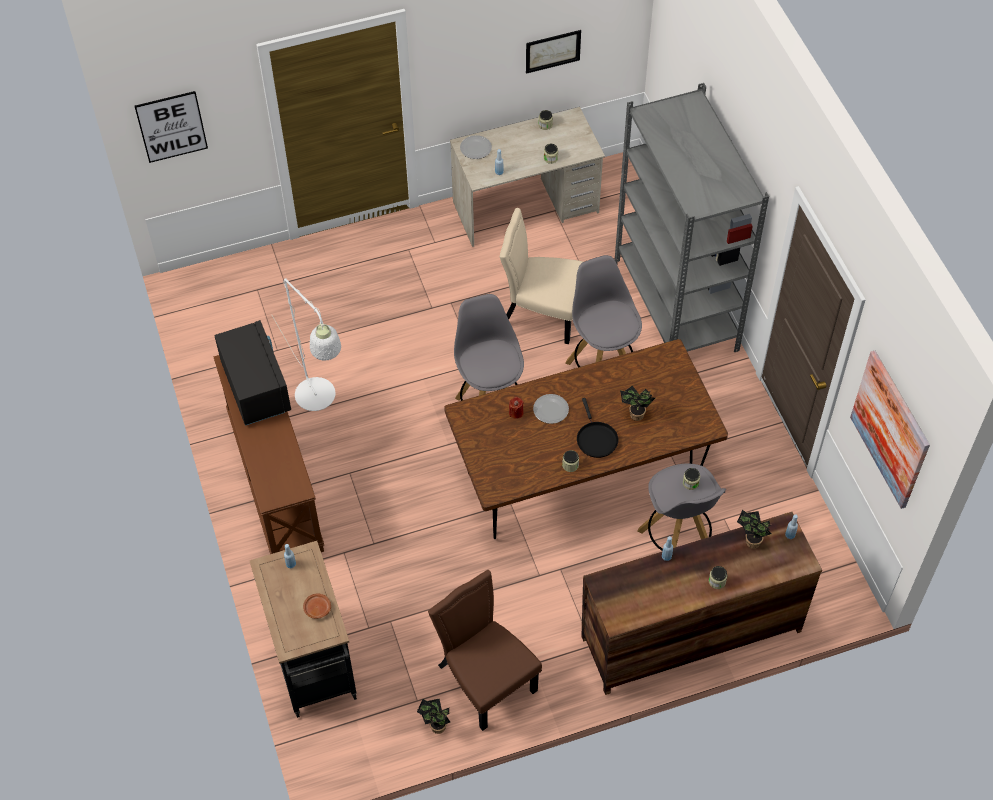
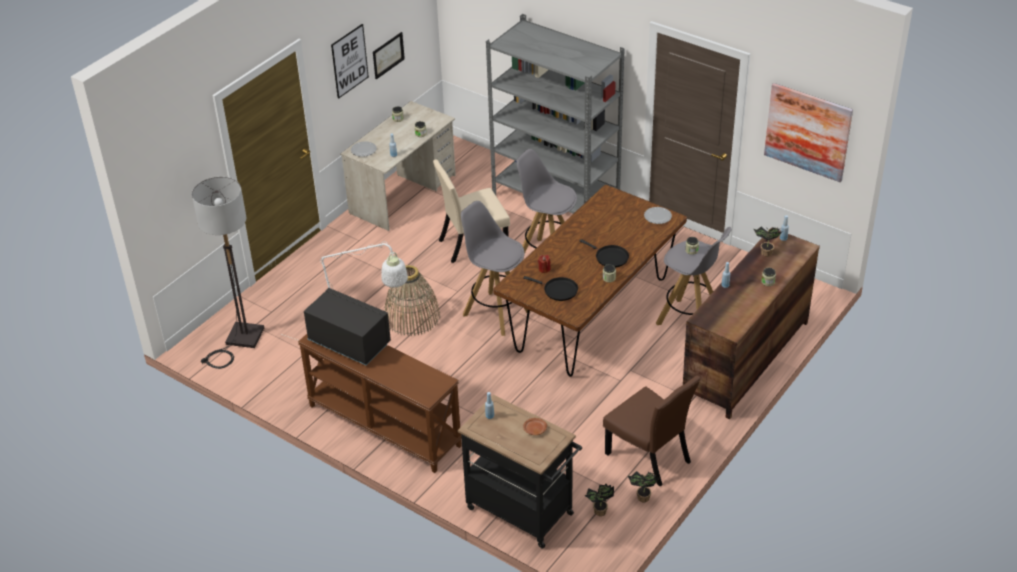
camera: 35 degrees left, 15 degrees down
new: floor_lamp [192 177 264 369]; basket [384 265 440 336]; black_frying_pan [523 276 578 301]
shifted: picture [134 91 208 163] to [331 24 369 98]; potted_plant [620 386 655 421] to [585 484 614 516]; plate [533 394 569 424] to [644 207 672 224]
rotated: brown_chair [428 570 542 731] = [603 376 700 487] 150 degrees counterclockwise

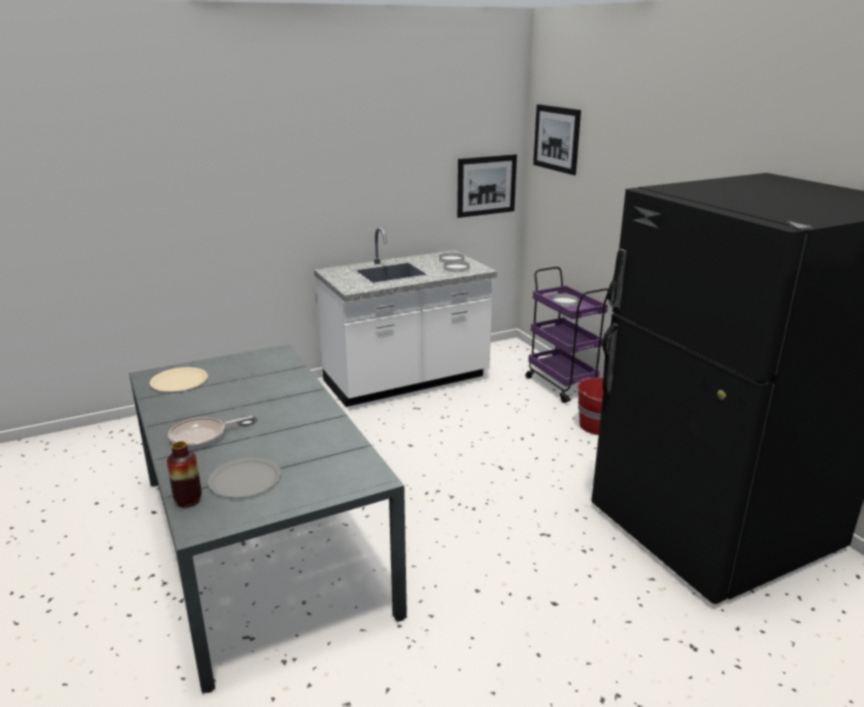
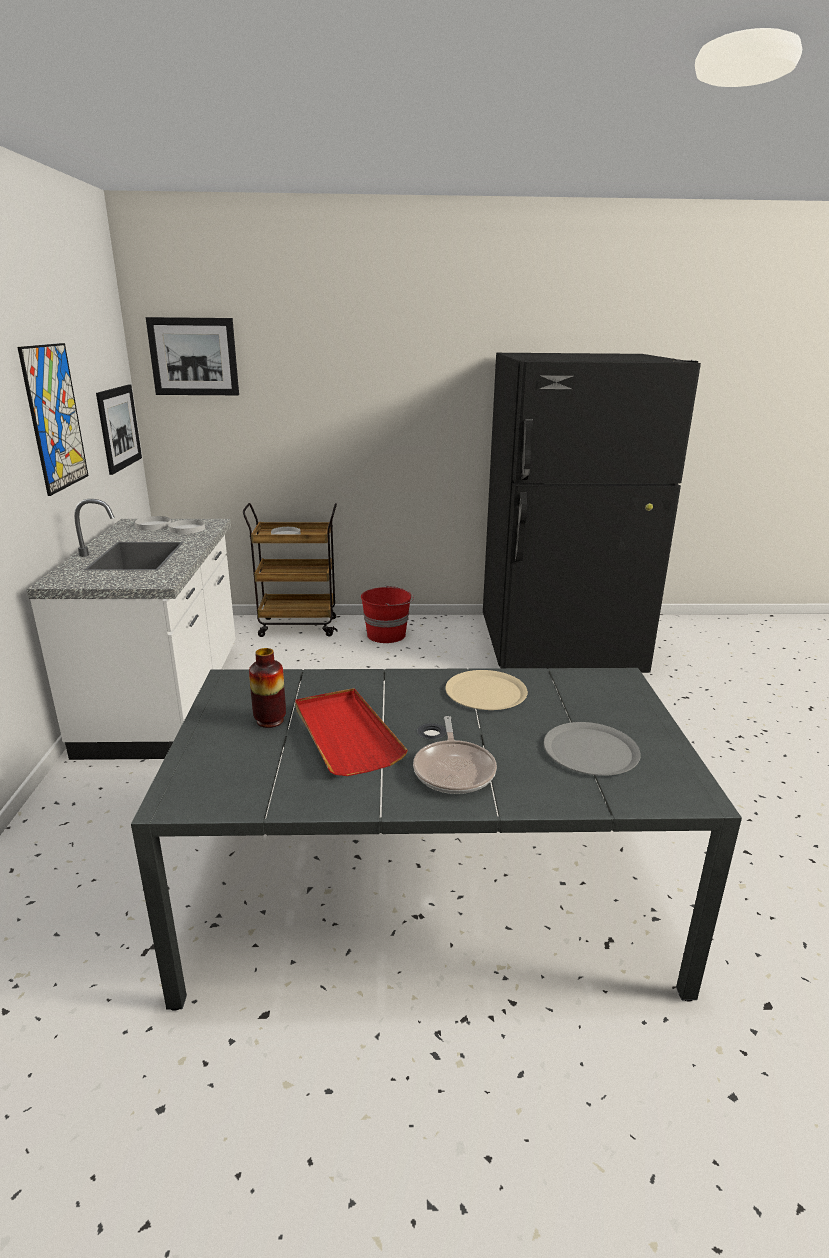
camera: 65 degrees left, 0 degrees up
new: picture [17 343 88 496]; red_tray [295 688 408 776]
shifted: vase [167 441 202 508] to [249 648 286 728]; beige_plate [150 367 208 392] to [445 670 528 710]
repainted: purple_cart [525 267 608 403] to brown_cart [243 503 337 637]

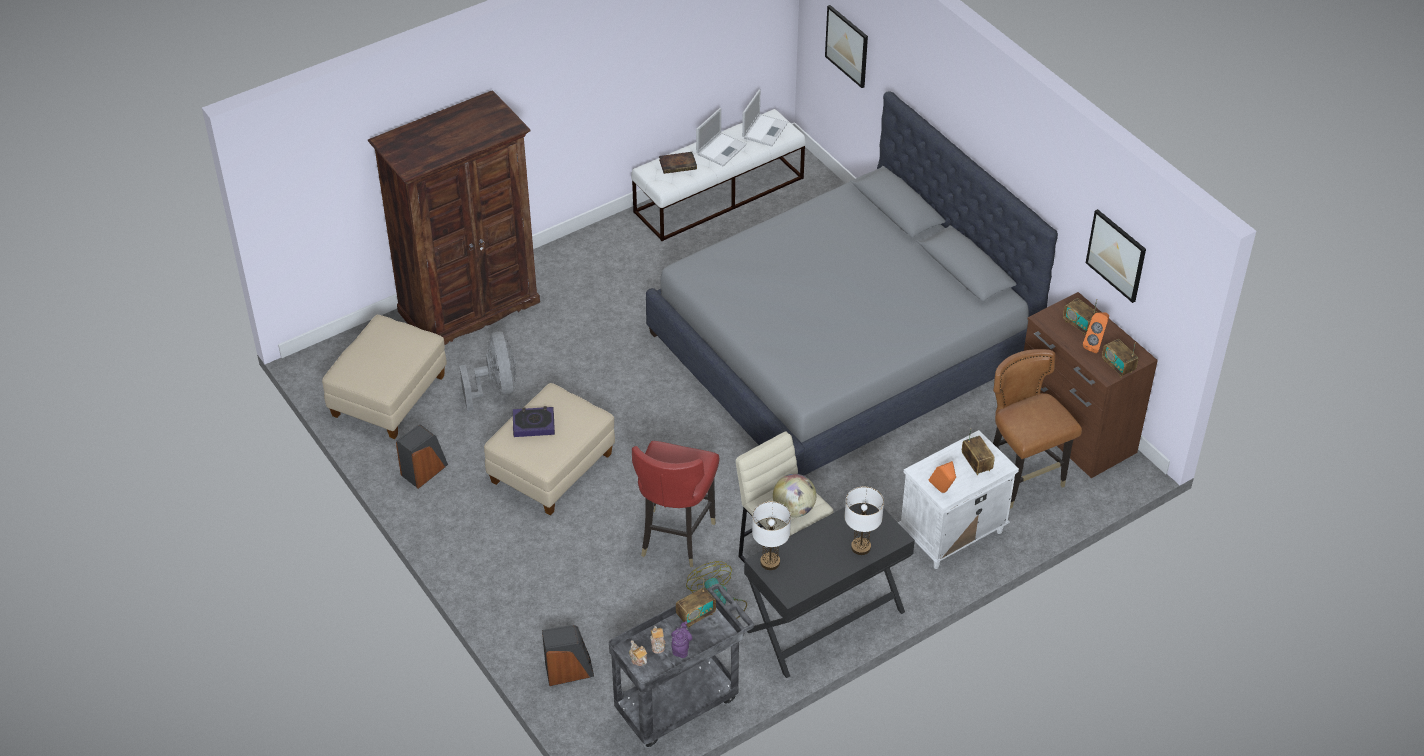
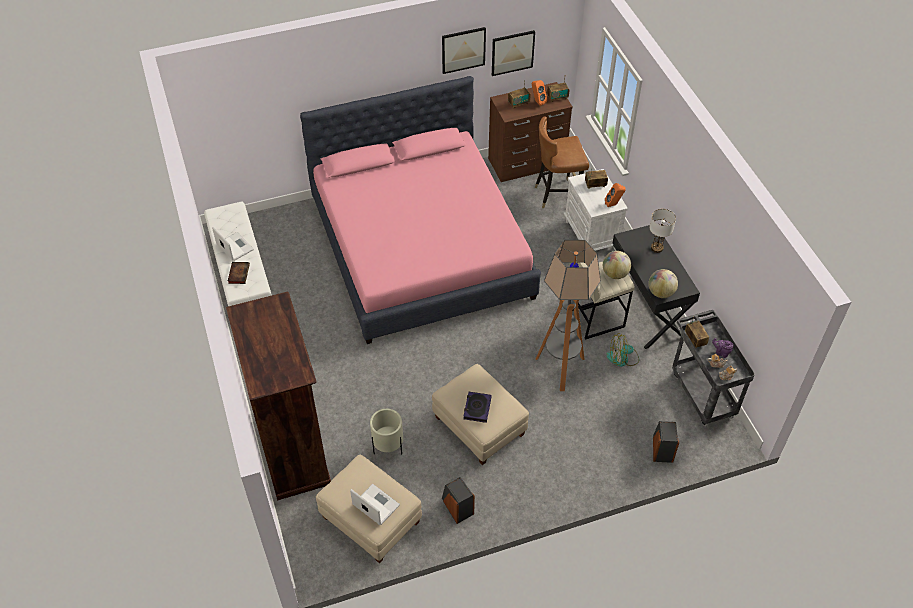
camera: 75 degrees left, 5 degrees up
shifted: laptop [742 90 788 146] to [350 484 400 525]; picture [825 5 868 88] to [442 27 486 74]
swapped: grey_fan [459 331 516 412] to beige_planter [370 409 403 455]; red_chair [632 441 719 567] to floor_lamp [536 240 601 391]; table_lamp [752 501 791 570] to globe [648 269 678 298]
repainted: grey_bed [646 91 1058 476] to pink_bed [300 76 541 344]

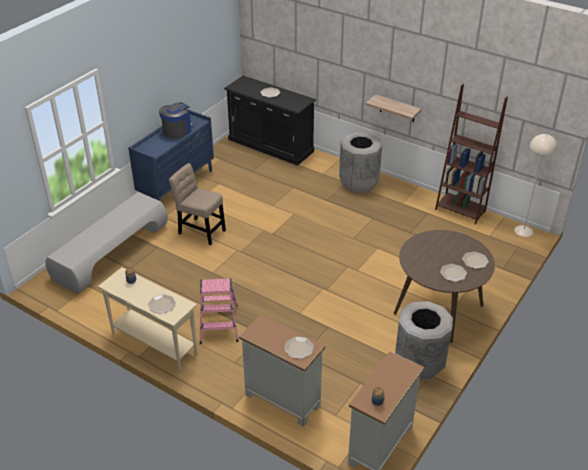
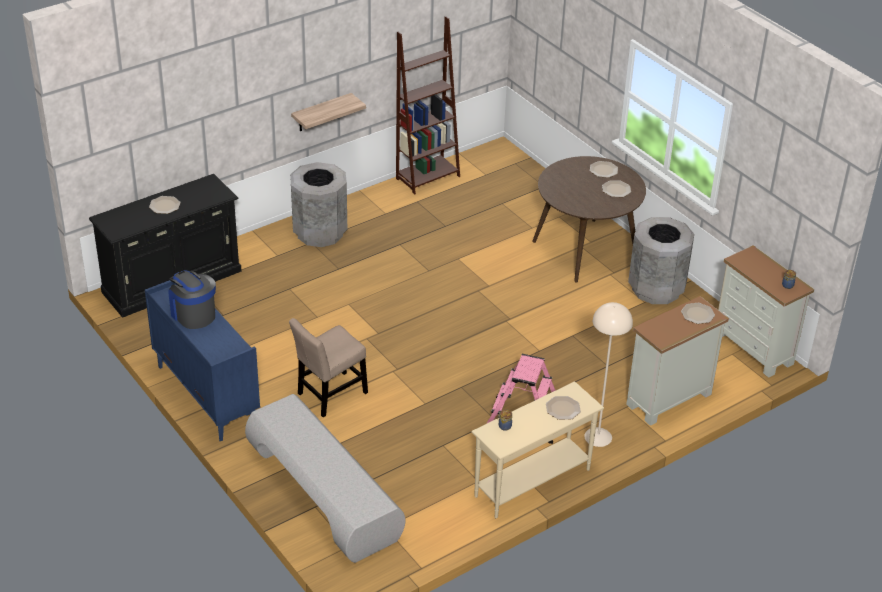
camera: 70 degrees left, 0 degrees up
shifted: beige_floor_lamp [514 134 558 237] to [584 302 633 447]

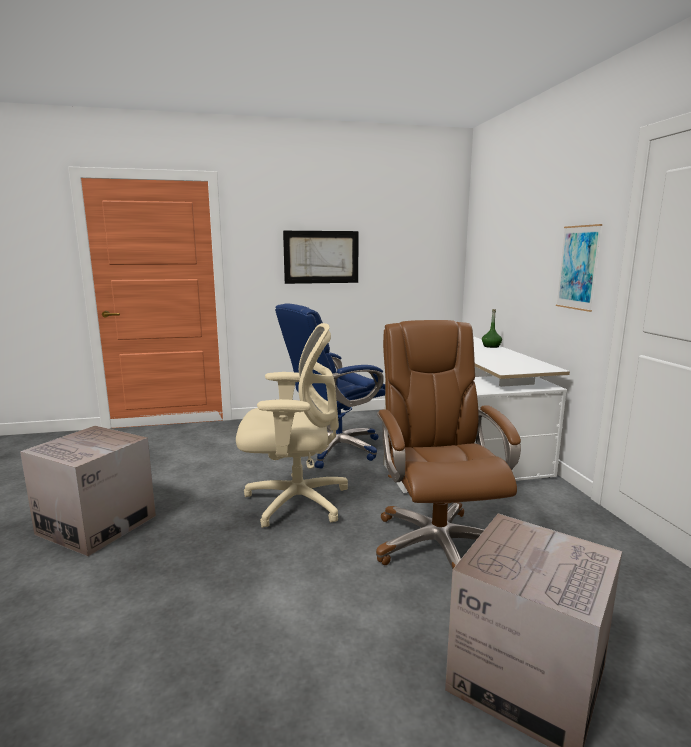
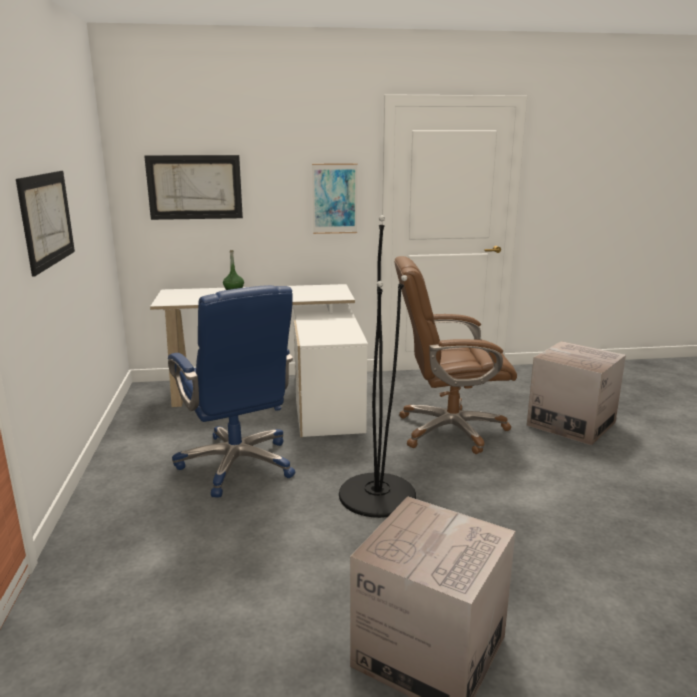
camera: 85 degrees left, 5 degrees up
new: picture [144 155 243 220]
swapped: beige_office_chair [236 323 348 528] to black_floor_lamp [339 215 416 518]

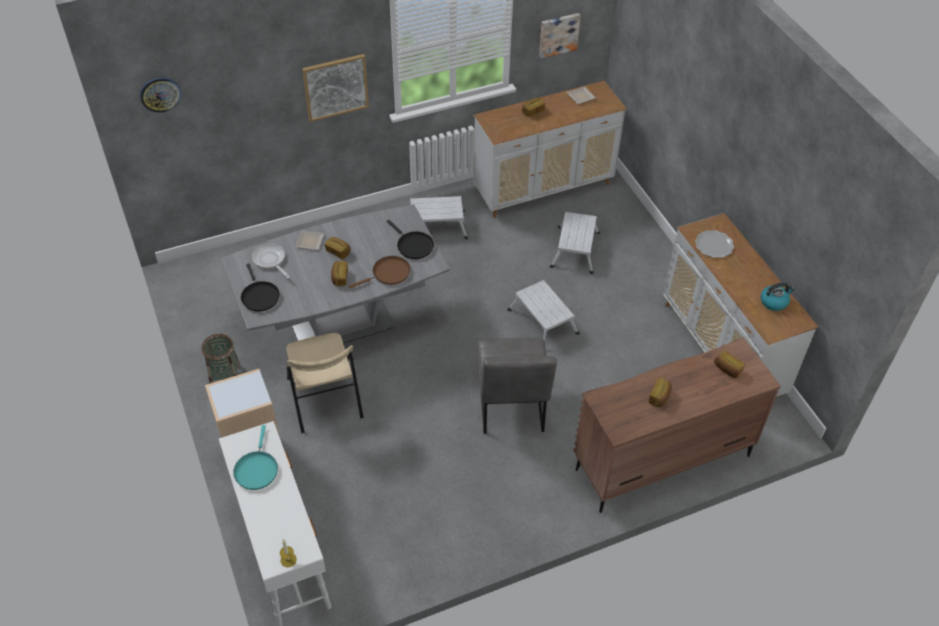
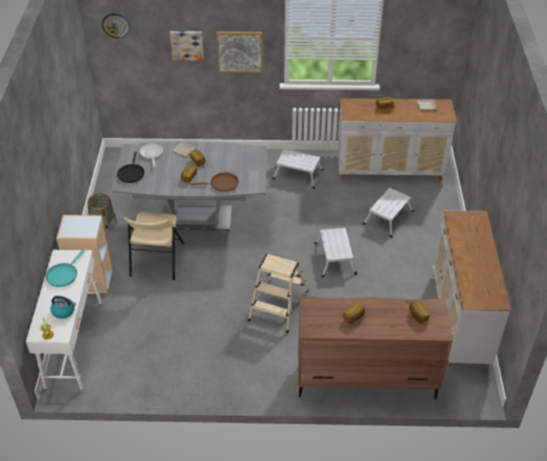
camera: 25 degrees right, 5 degrees down
gone: black_frying_pan [386 220 434 259]; plate [695 230 734 258]
shifted: kettle [761 283 795 311] to [51 296 76 319]; picture [539 13 581 58] to [170 31 204 61]
swapped: grey_chair [477 338 557 434] to beige_step_ladder [248 253 309 334]

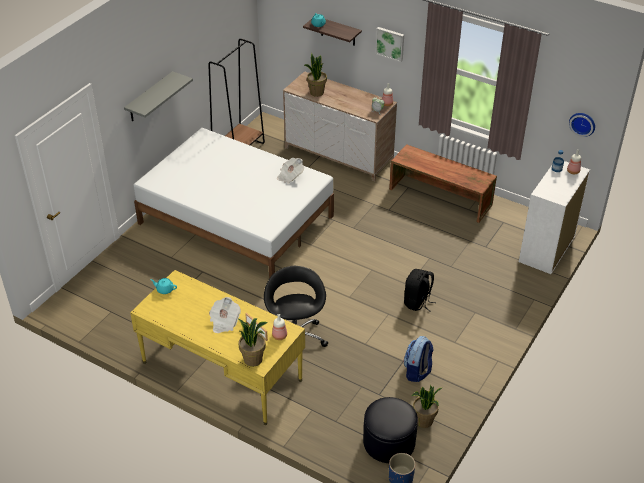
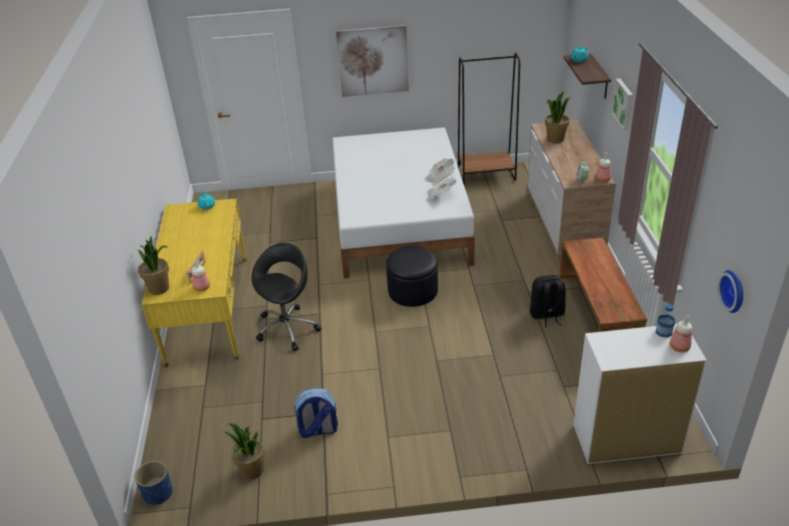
camera: 55 degrees right, 5 degrees down
shifted: black_ottoman [363 397 418 463] to [386 246 438 307]; newspaper [209 297 241 333] to [424 158 455 184]; black_backpack [404 269 436 311] to [530 275 566 328]
swapped: grey_shelf [124 71 193 122] to picture [336 25 409 97]

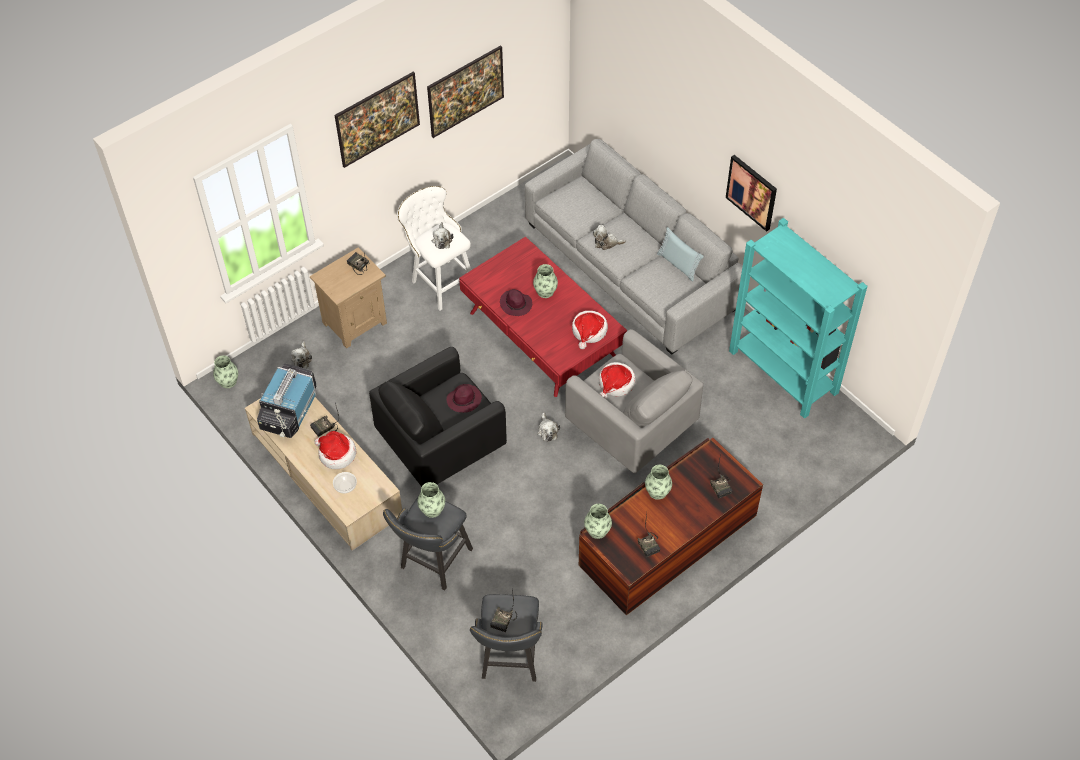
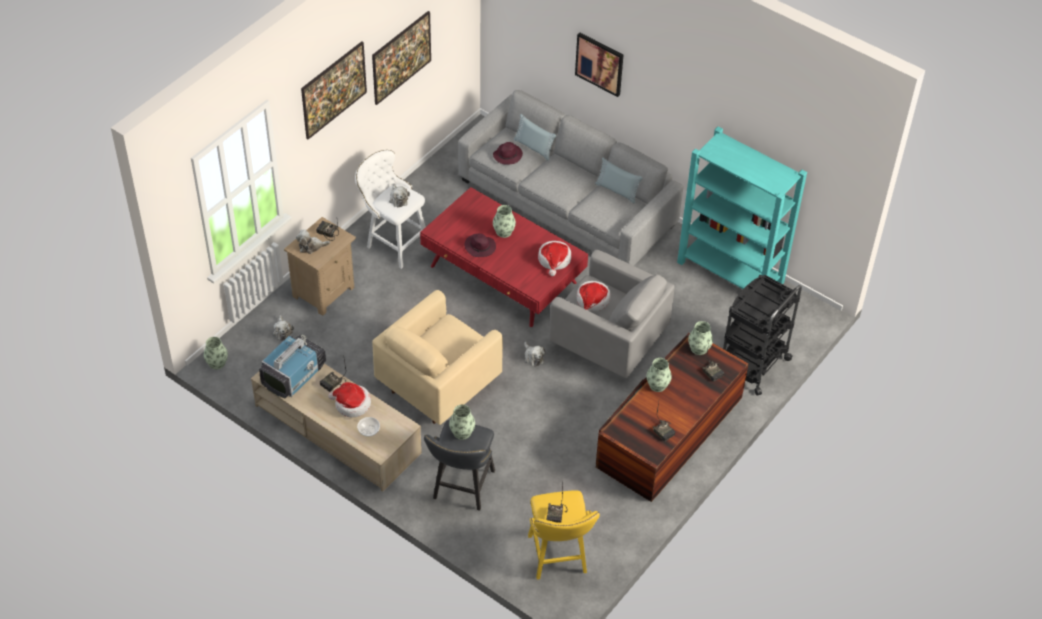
camera: 15 degrees left, 5 degrees down
new: blue_pillow [513 114 556 161]; black_cart [723 275 802 396]
shifted: plush_toy [593 225 626 250] to [296 229 330 254]; purple_hat [446 384 482 413] to [493 142 523 165]; picture [726 155 777 232] to [575 33 623 97]; vase [584 504 612 539] to [688 321 713 355]
repainted: black_armchair [369 347 507 487] to beige_armchair [372 290 503 425]; grey_stool [470 594 543 682] to yellow_stool [528 490 600 580]
rotated: television [257 364 316 438] = [259 335 326 398] 150 degrees counterclockwise

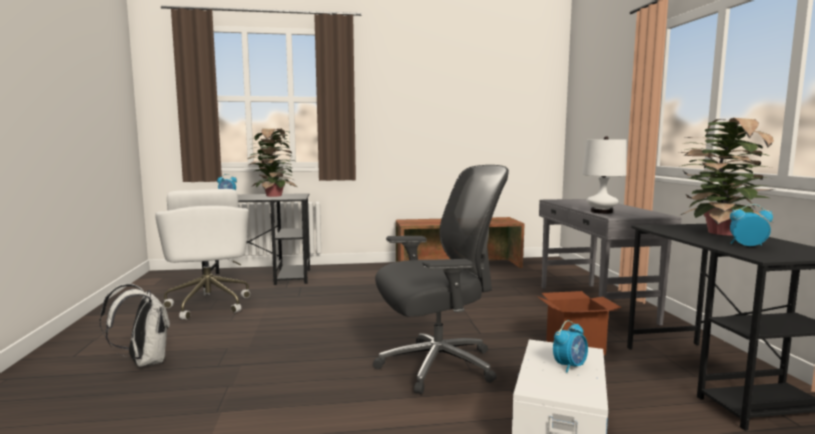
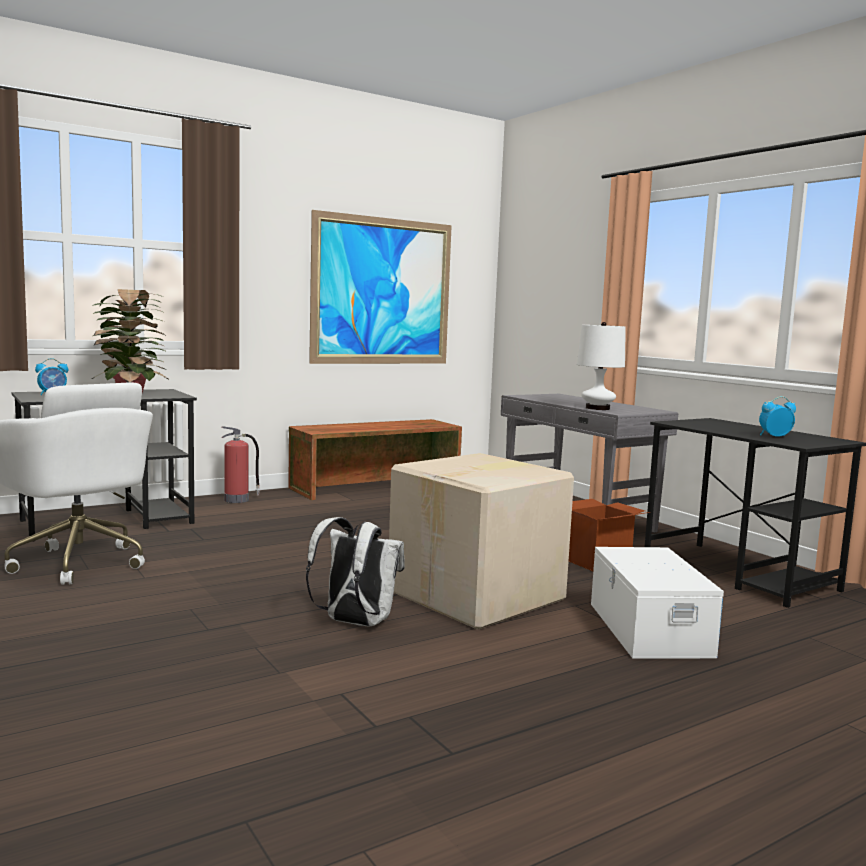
camera: 25 degrees left, 0 degrees up
gone: alarm_clock [553 320 588 373]; potted_plant [679 118 776 235]
new: fire_extinguisher [222 426 260 503]; picture [309 210 452 364]
shifted: white_backpack [99 284 170 367] to [306 517 405 627]
swapped: office_chair [373 165 509 394] to cardboard_box [389 453 574 630]

